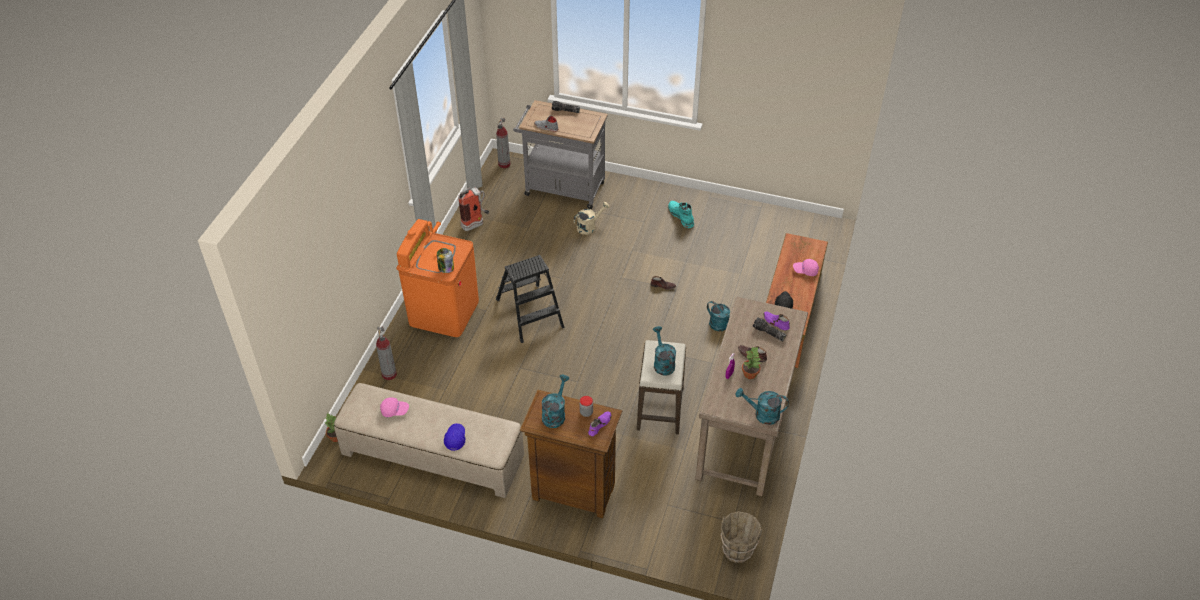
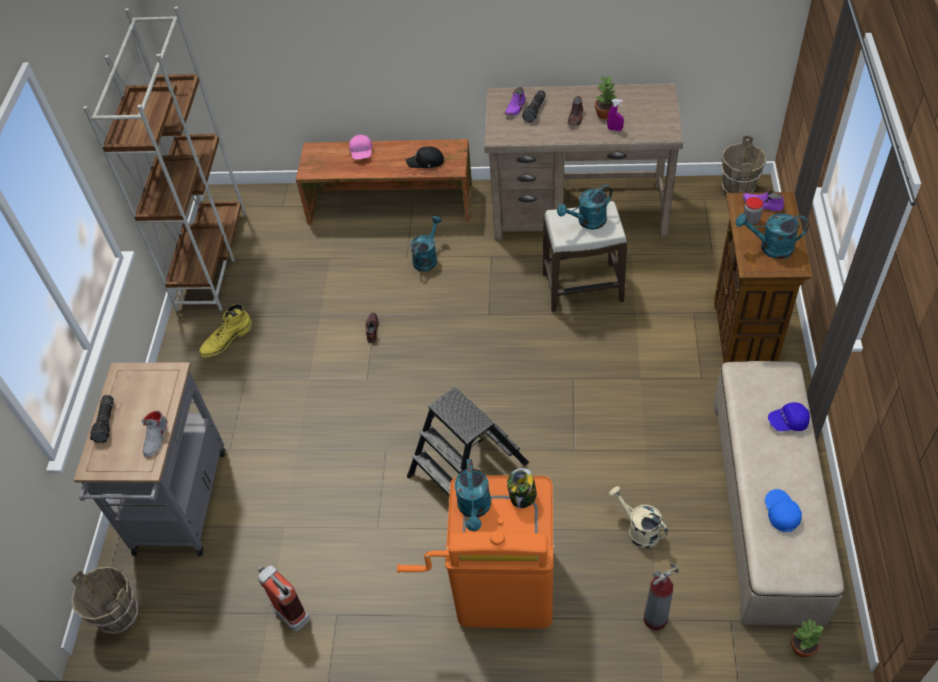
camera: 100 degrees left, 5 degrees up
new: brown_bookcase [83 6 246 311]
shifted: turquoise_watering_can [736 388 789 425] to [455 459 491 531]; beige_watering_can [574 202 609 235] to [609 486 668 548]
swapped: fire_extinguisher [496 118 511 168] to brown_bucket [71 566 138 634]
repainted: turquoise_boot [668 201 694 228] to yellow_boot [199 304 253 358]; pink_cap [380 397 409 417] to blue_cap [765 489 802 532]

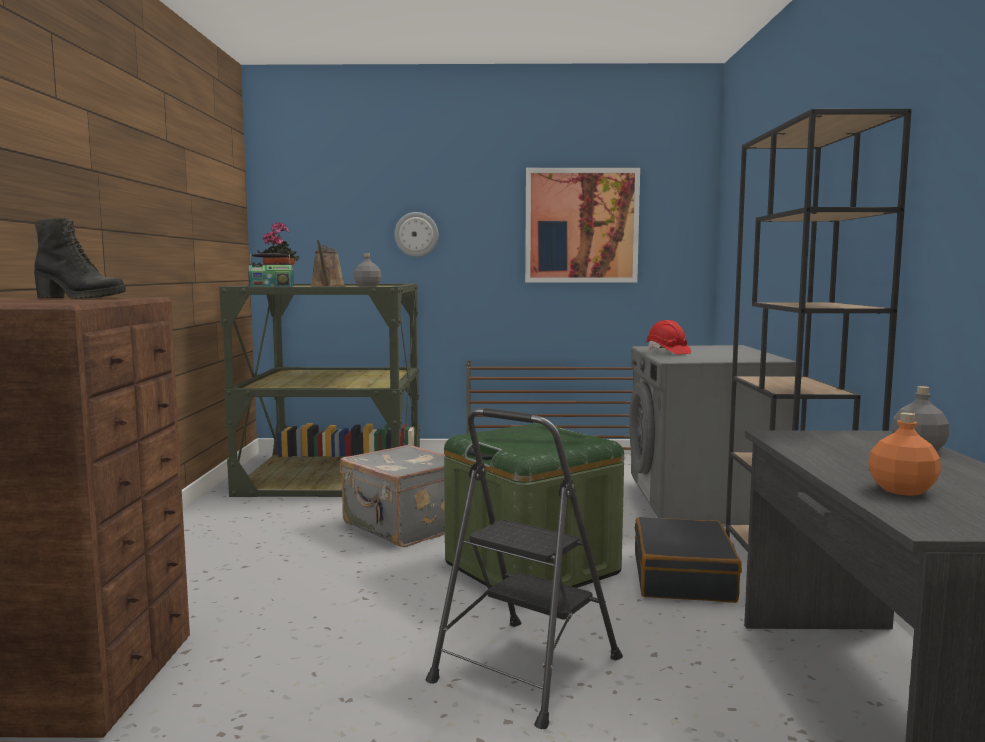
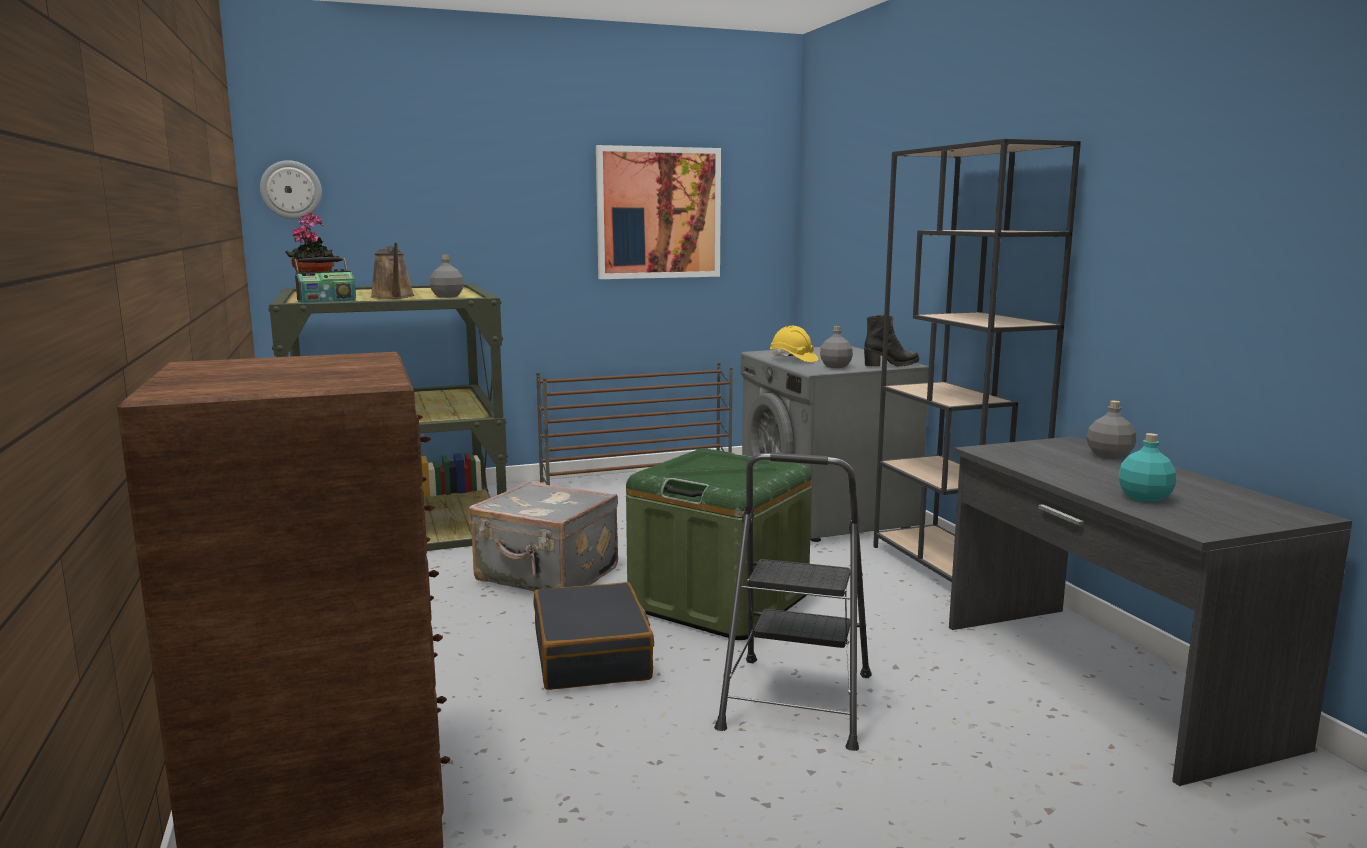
camera: 20 degrees left, 5 degrees up
new: grey_bottle [820 326 853 368]
shifted: wall_clock [394 212 438 257] to [260 160 322 219]; black_suitcase [635 517 742 603] to [533 582 654 690]; black_boot [34 217 126 299] to [864 315 919 367]
repainted: red_hard_hat [646 320 691 354] to yellow_hard_hat [770 326 819 362]; orange_bottle [868 412 941 496] to turquoise_bottle [1119 433 1176 502]

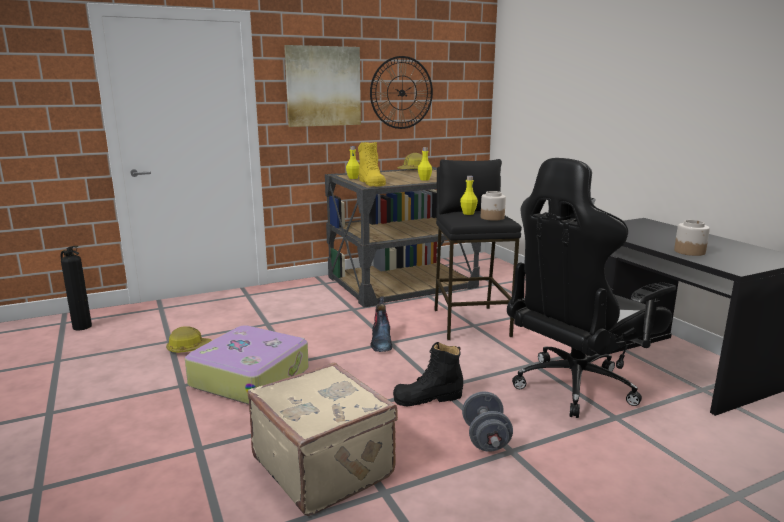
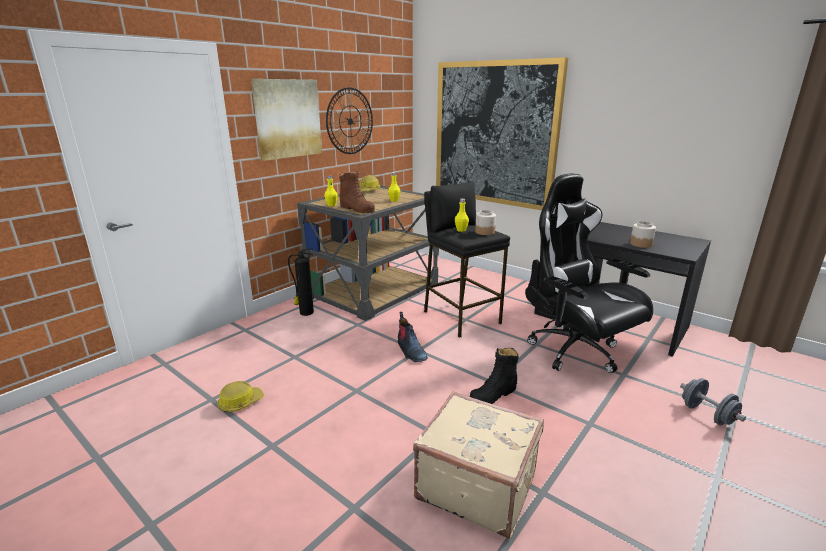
camera: 25 degrees left, 5 degrees up
gone: suitcase [185 325 309 405]
new: picture [436 57 568 210]
shifted: fire_extinguisher [61 246 92 330] to [288 248 314 316]; grey_dumbbell [462 391 513 452] to [680 378 746 425]
repainted: yellow_boot [358 142 386 186] to brown_boot [339 171 375 213]
rotated: black_office_chair [507 158 676 418] = [525 173 653 373] 120 degrees clockwise

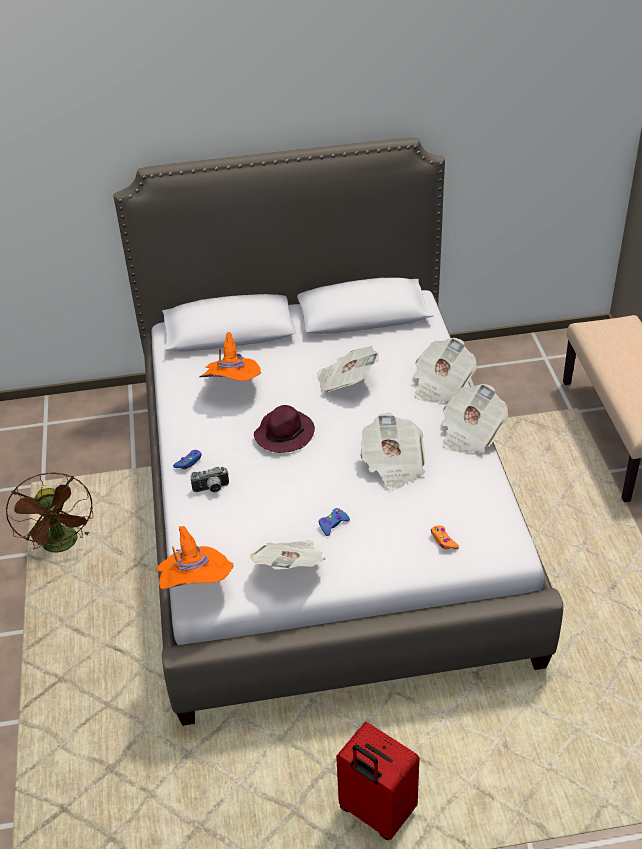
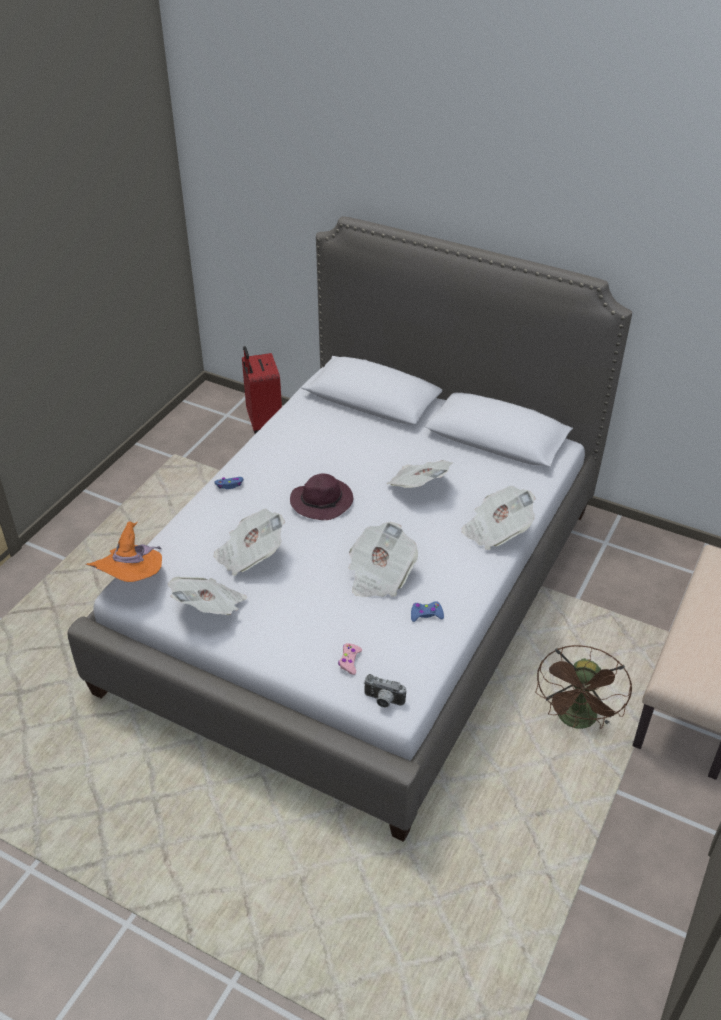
camera: 35 degrees right, 0 degrees up
gone: orange_hat [199 332 261 381]
shifted: newspaper [441 384 508 453] to [213 509 285 576]; red_suitcase [336 722 419 840] to [242 346 282 434]; photo_camera [190 467 229 492] to [363 674 406 708]; blue_game_controller [318 508 350 536] to [411 601 444 622]; brown_fan [6 473 93 553] to [536 645 632 729]
repainted: orange_game_controller [431 525 459 549] to pink_game_controller [338 643 362 675]

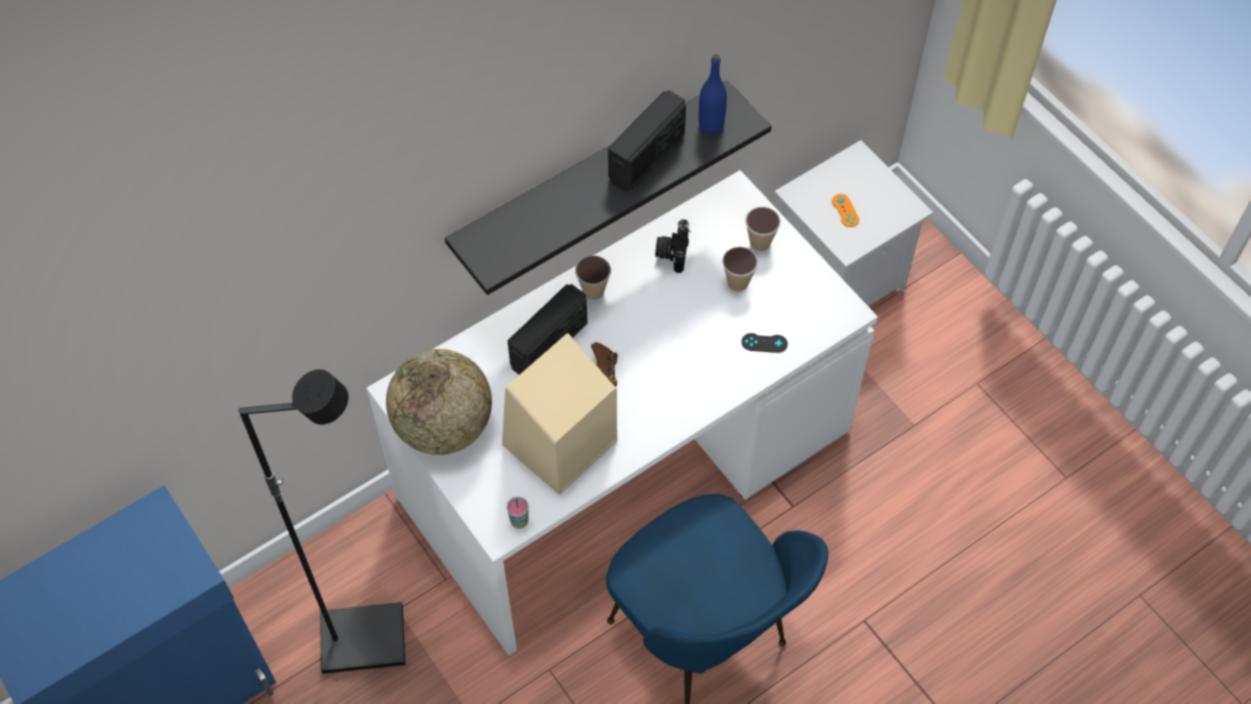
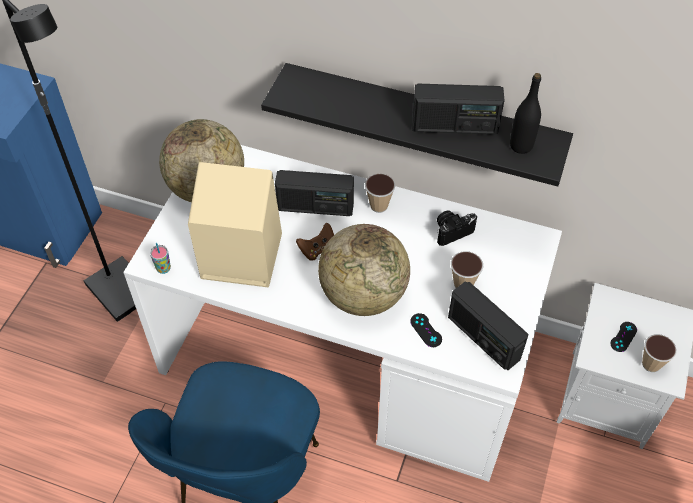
camera: 55 degrees right, 5 degrees down
new: globe [318 224 410 316]; radio [448 281 529 370]
shifted: cup [745 207 781 251] to [642 334 677 372]
repainted: blue_bottle [698 54 727 134] to black_bottle [510 73 541 154]; orange_game_controller [832 194 859 227] to black_game_controller [610 322 637 352]

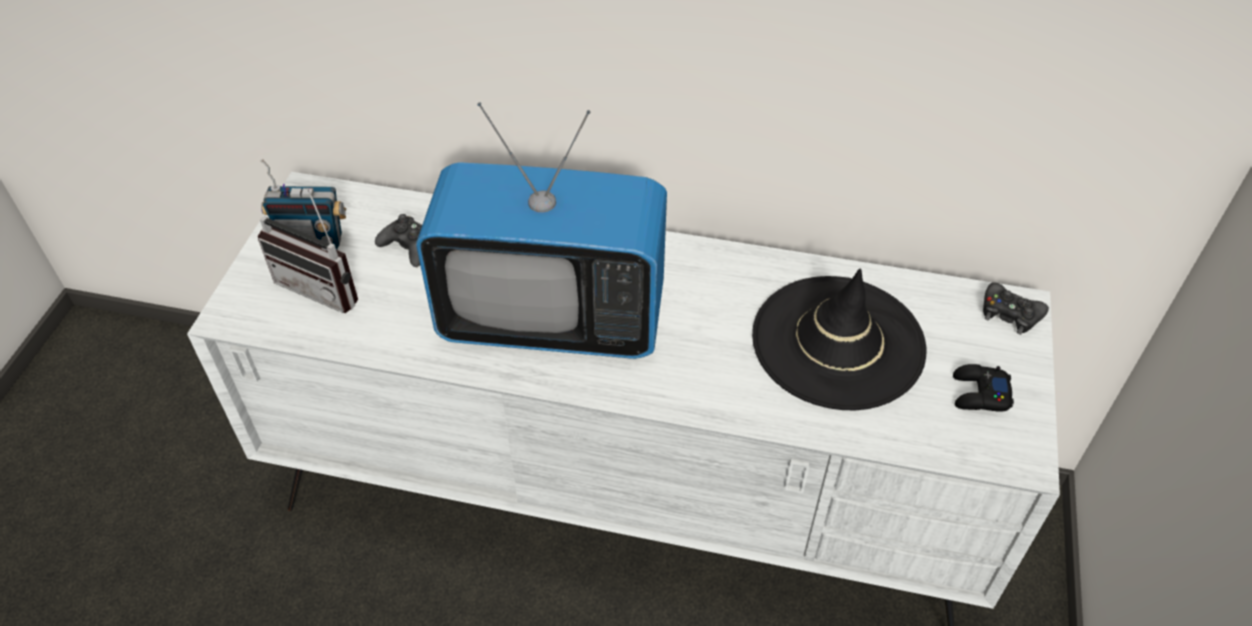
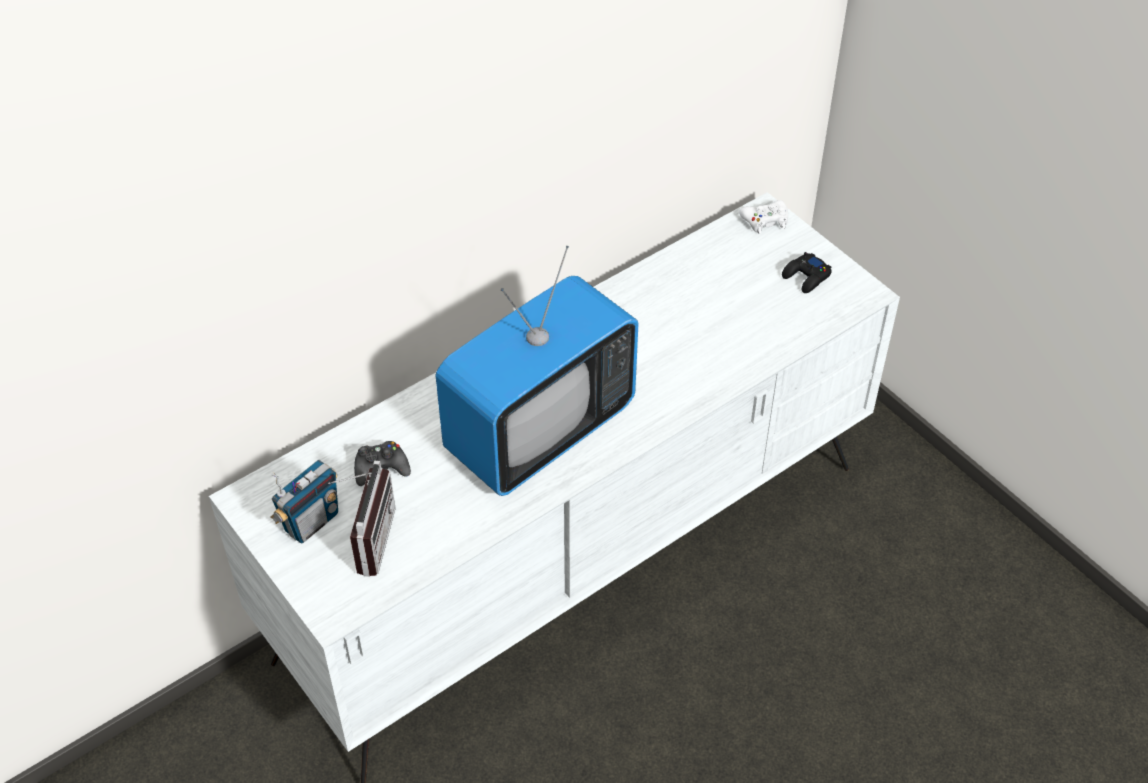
camera: 50 degrees left, 0 degrees up
gone: black_hat [752 269 927 410]
repainted: black_game_controller [983 282 1049 335] to white_game_controller [739 200 788 234]
rotated: radio [258 188 358 313] = [328 461 396 577] 60 degrees counterclockwise

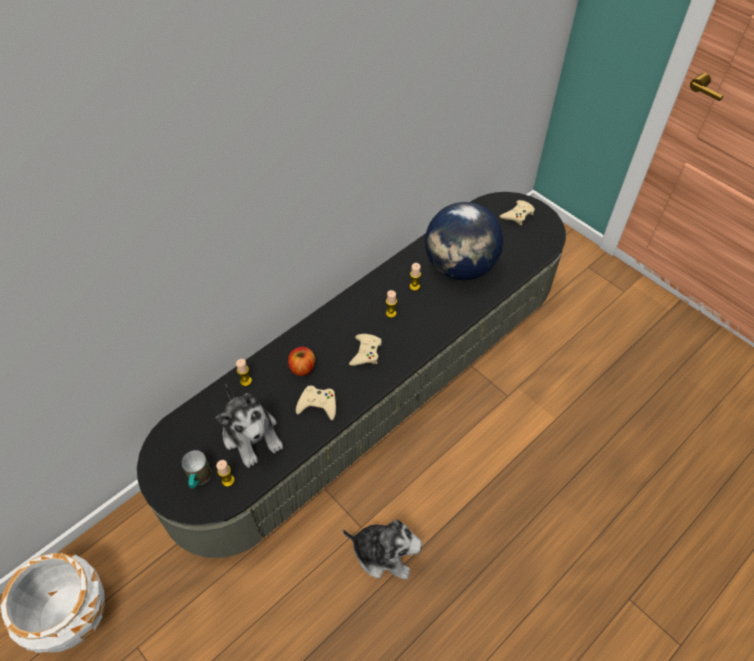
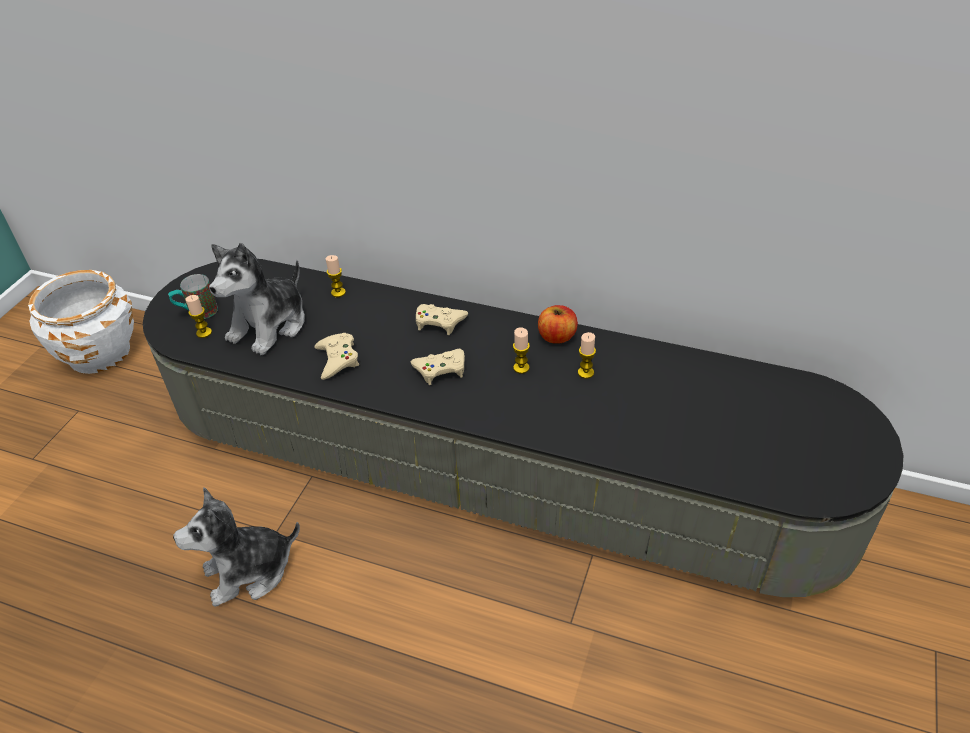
camera: 65 degrees right, 10 degrees down
gone: globe [425 202 503 280]
shifted: beige_game_controller [499 200 535 226] to [416 304 468 335]; apple [288 347 315 376] to [538 305 578 344]
rotated: plush_toy [343 519 422 580] = [173 488 300 607] 75 degrees clockwise

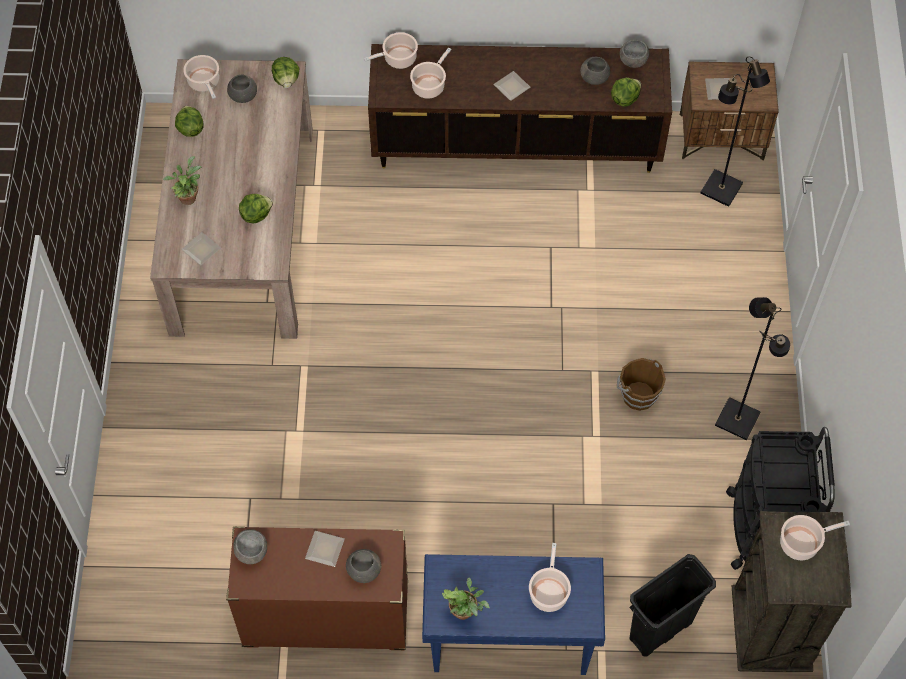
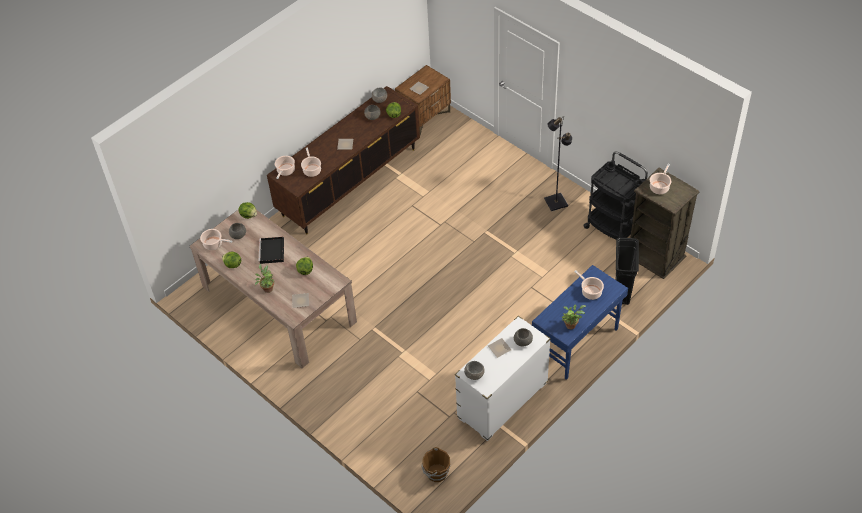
camera: 45 degrees left, 10 degrees down
gone: black_floor_lamp [700 56 770 207]
new: black_tray [258 237 284 264]
shifted: brown_bucket [617 358 666 411] to [421 447 450 482]
repainted: brown_dresser [226 526 408 650] to white_dresser [455 316 551 441]

